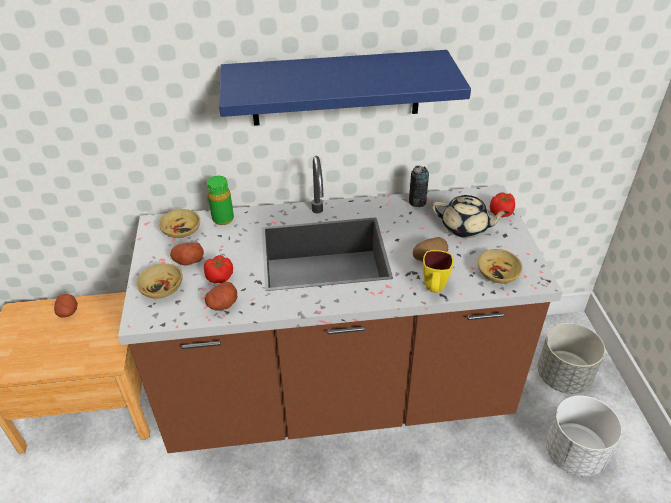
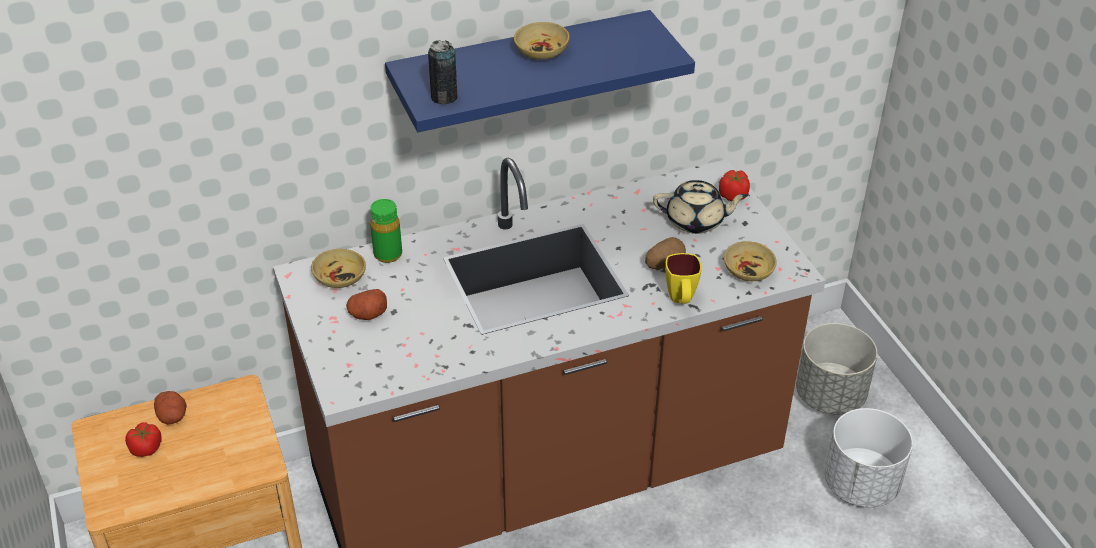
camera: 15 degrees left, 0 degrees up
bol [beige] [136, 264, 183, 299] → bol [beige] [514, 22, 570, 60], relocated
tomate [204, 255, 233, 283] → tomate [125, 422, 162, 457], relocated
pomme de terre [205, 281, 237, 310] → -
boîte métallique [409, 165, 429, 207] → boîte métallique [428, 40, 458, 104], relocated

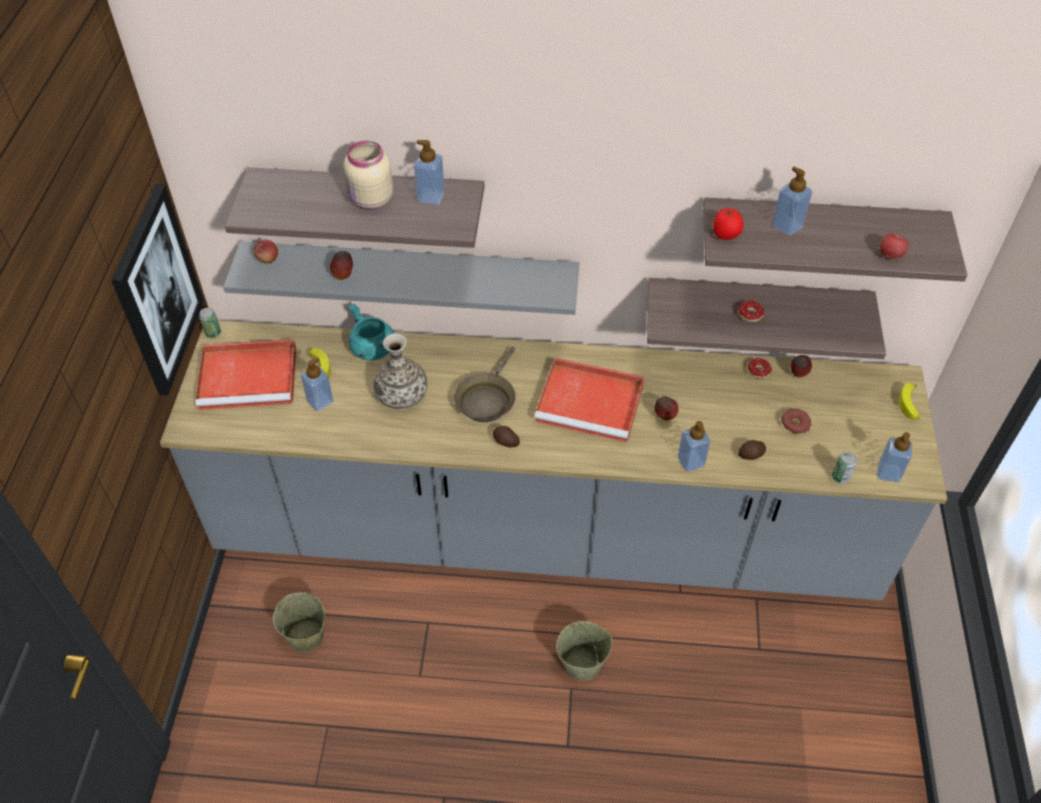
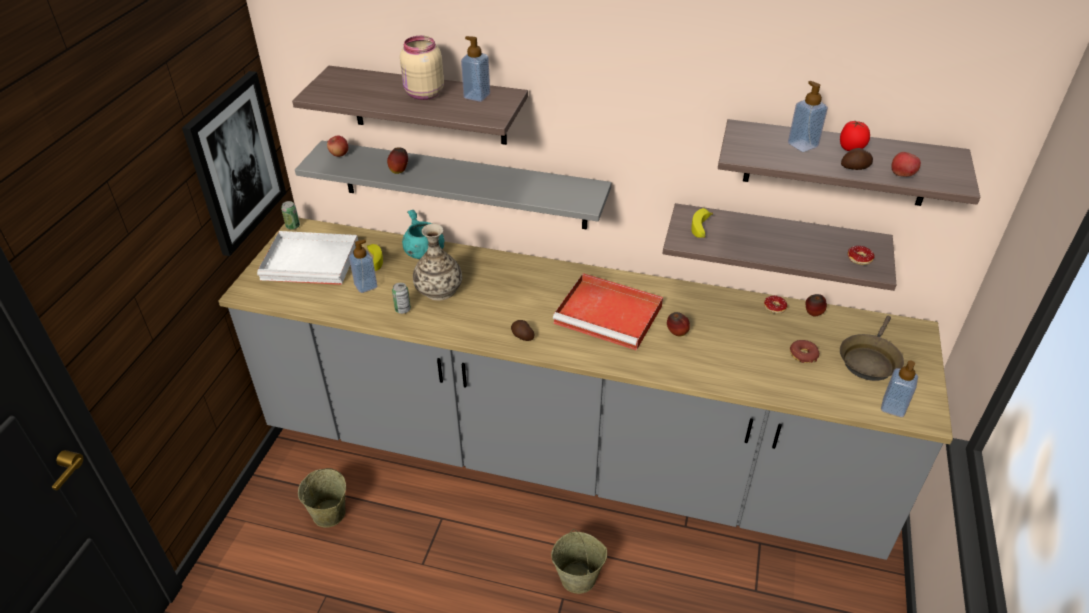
camera: 10 degrees right, 10 degrees down
plateau [rouge] [195, 339, 296, 410] → plateau [blanc] [257, 231, 358, 285]
poêle [marron] [454, 347, 515, 422] → poêle [marron] [840, 316, 904, 381], relocated
distributeur de savon [678, 421, 710, 472] → -
tomate [713, 208, 743, 240] → tomate [840, 121, 870, 151], relocated
beignet [738, 300, 764, 322] → beignet [848, 246, 874, 265], relocated
pomme de terre [738, 440, 766, 460] → pomme de terre [841, 148, 873, 170], relocated
boîte métallique [832, 452, 857, 484] → boîte métallique [392, 283, 411, 314], relocated
banane [899, 383, 920, 420] → banane [691, 208, 713, 238], relocated

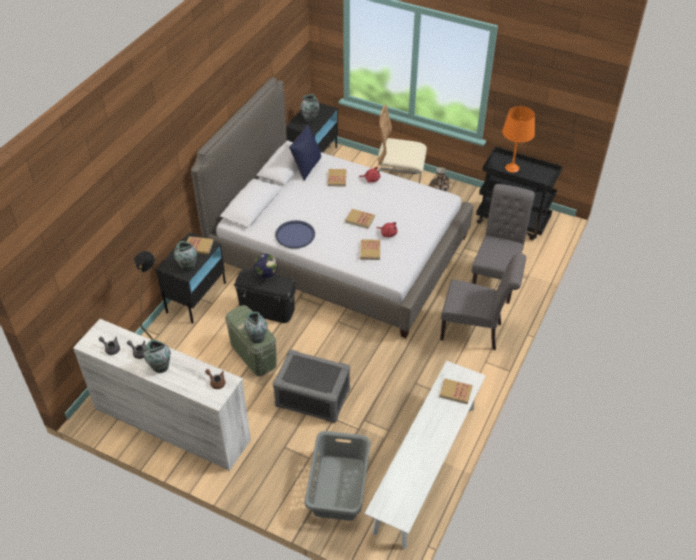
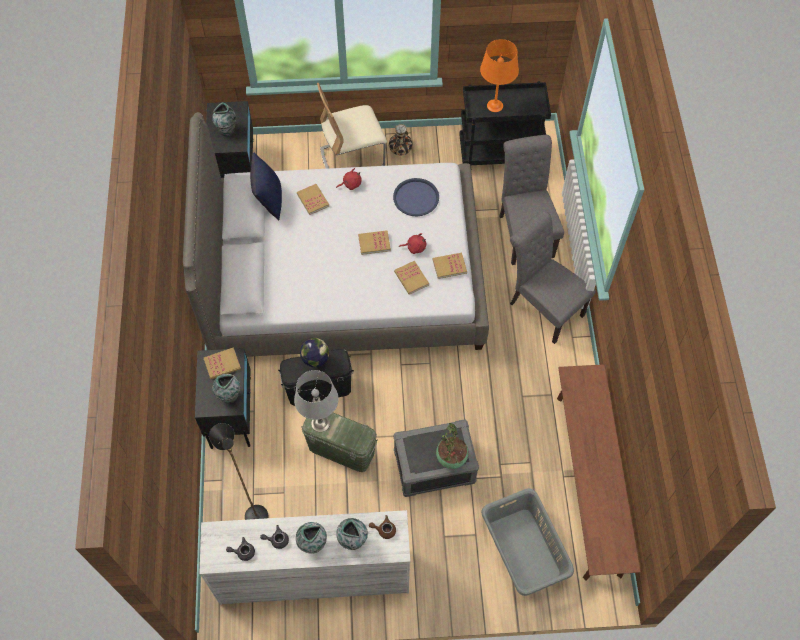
camera: 30 degrees left, 15 degrees up
vase [244, 312, 268, 343] → vase [336, 518, 368, 550], relocated
plateau [bleu] [275, 220, 315, 249] → plateau [bleu] [393, 178, 439, 216], relocated
banc [blanc] [365, 361, 486, 549] → banc [marron] [557, 364, 641, 580]
livre [439, 379, 473, 404] → livre [433, 253, 467, 279], relocated
chaise [gris] [440, 253, 526, 350] → chaise [gris] [510, 210, 596, 344], 120 degrees counterclockwise
- → lampe de table [gris] [294, 370, 339, 432]
- → plante en pot [436, 423, 469, 469]

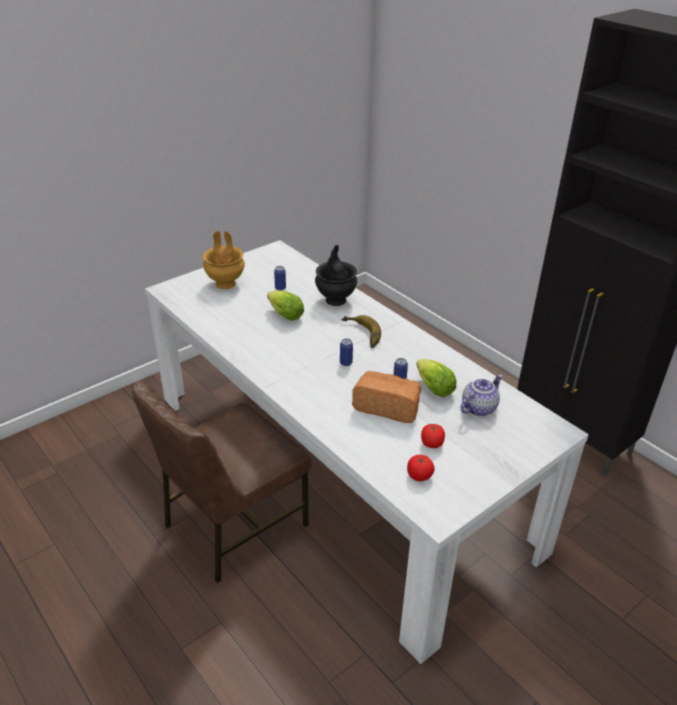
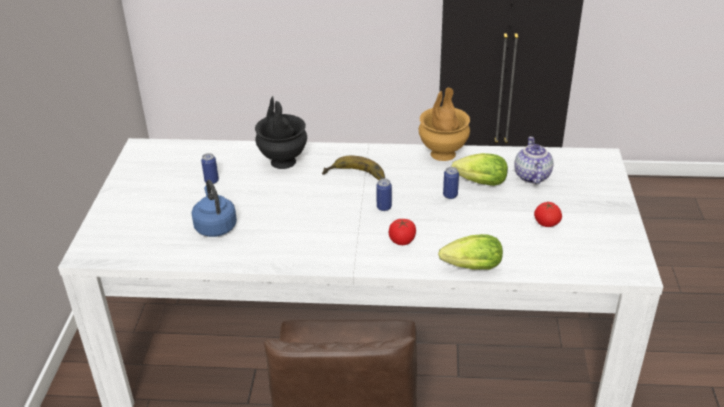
camera: 45 degrees left, 0 degrees up
vase [marron] [203, 231, 245, 289] → vase [marron] [419, 88, 470, 161], relocated
laitue [267, 290, 304, 320] → laitue [438, 234, 503, 270], relocated
pain [352, 371, 421, 423] → -
tomate [407, 455, 435, 481] → tomate [389, 219, 416, 245], relocated
- → bouilloire [bleu] [192, 180, 237, 237]

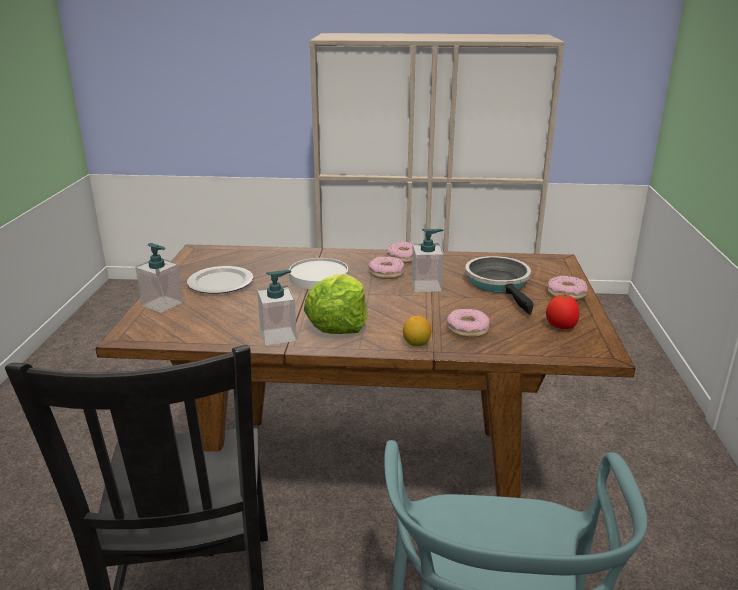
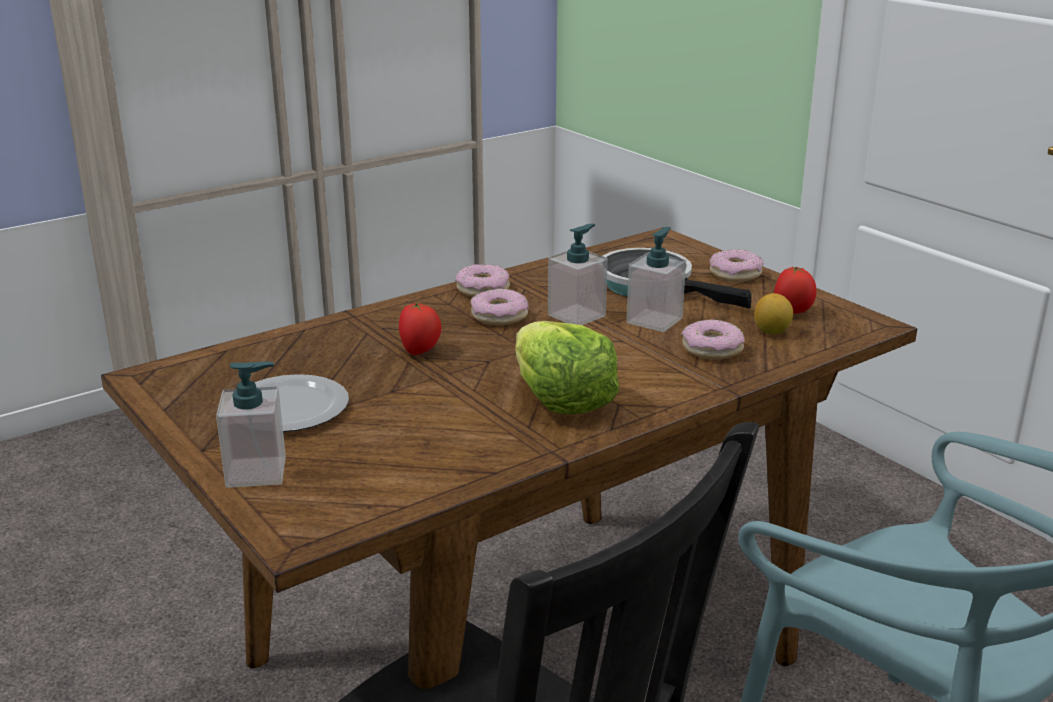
camera: 40 degrees left, 0 degrees up
distributeur de savon [257, 270, 297, 345] → distributeur de savon [626, 227, 686, 332], relocated
assiette [blanc] [289, 258, 348, 289] → tomate [399, 302, 442, 355]
citron [403, 316, 431, 346] → citron [754, 293, 793, 335], relocated

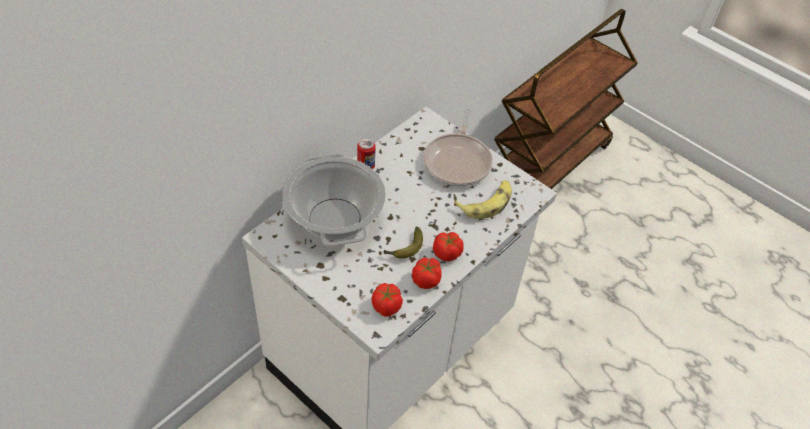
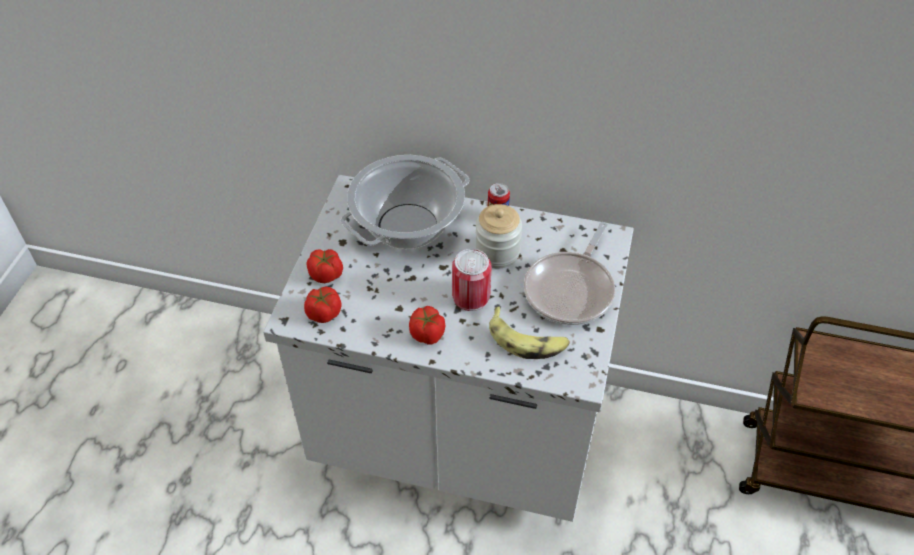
camera: 65 degrees right, 0 degrees up
banane [384, 227, 423, 259] → -
tomate [412, 258, 442, 289] → tomate [307, 249, 343, 283], relocated
poêle [423, 108, 493, 187] → poêle [524, 222, 615, 325], 45 degrees counterclockwise
- → boîte métallique [452, 249, 492, 311]
- → bocal [475, 204, 522, 268]

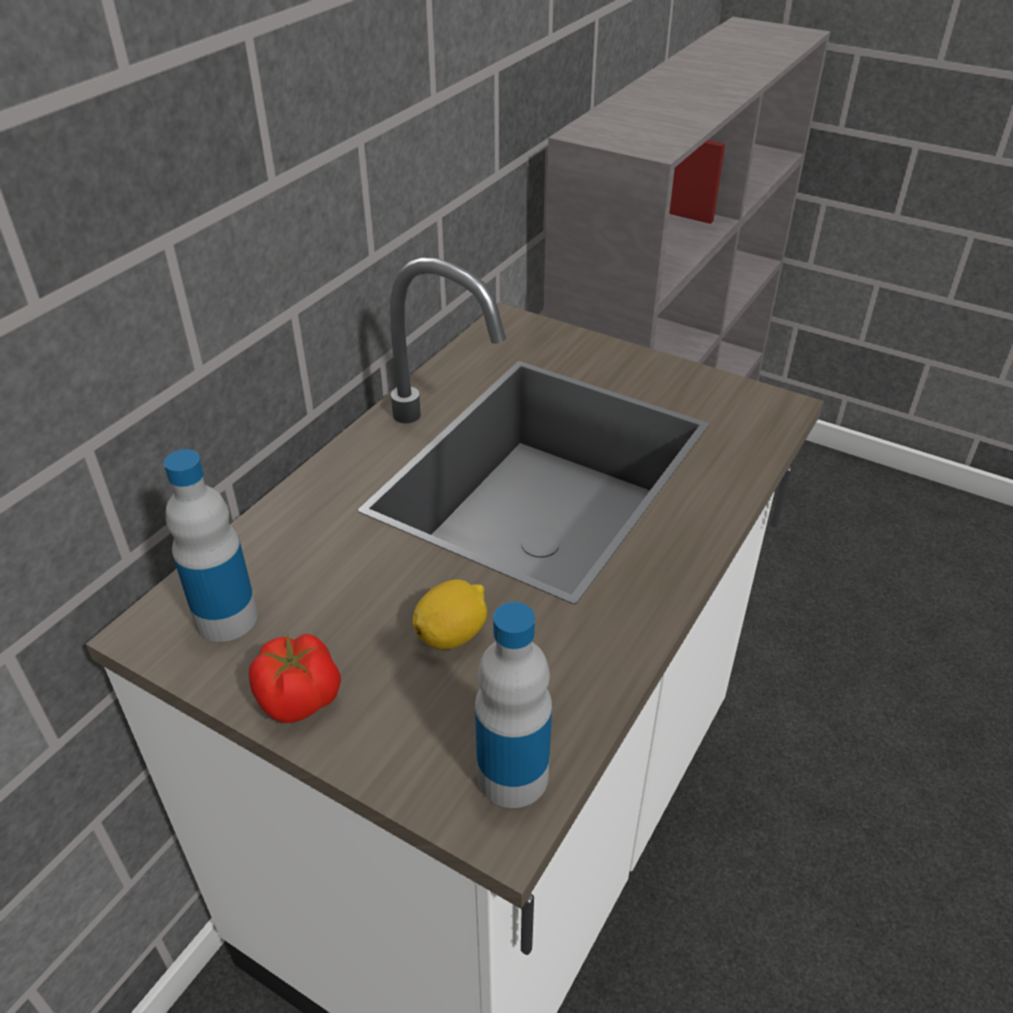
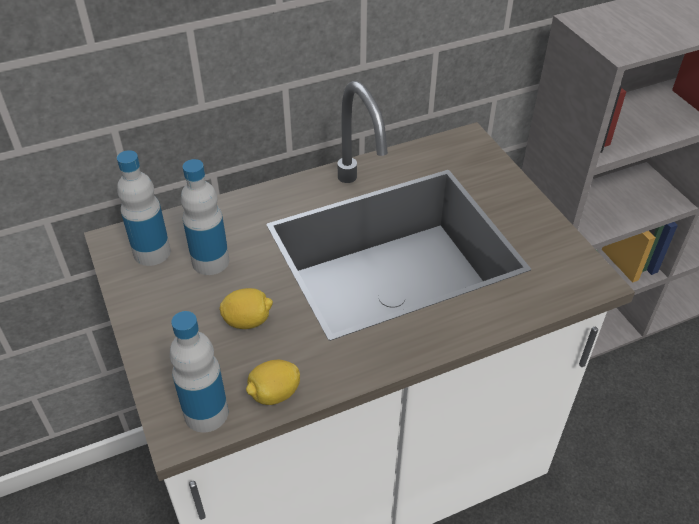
camera: 35 degrees right, 5 degrees up
tomate [248, 634, 341, 723] → -
- → bouteille [181, 159, 229, 275]
- → citron [246, 359, 300, 405]

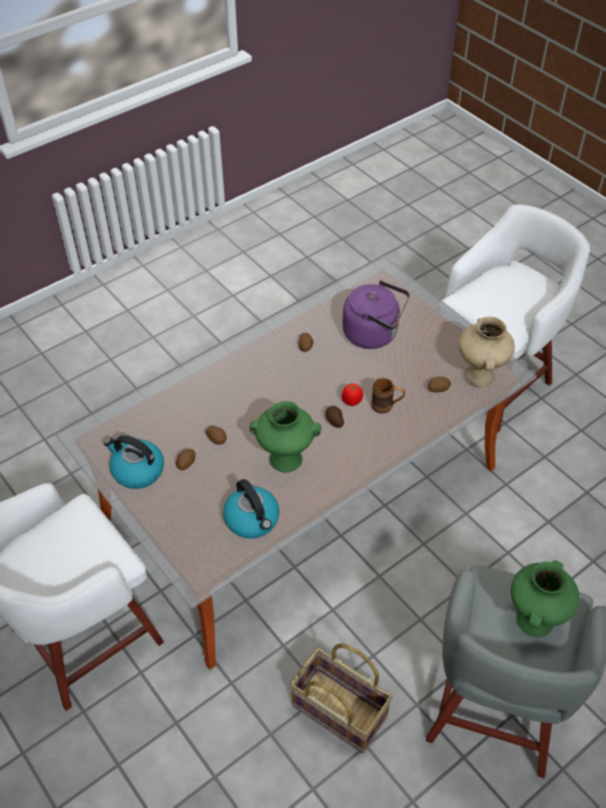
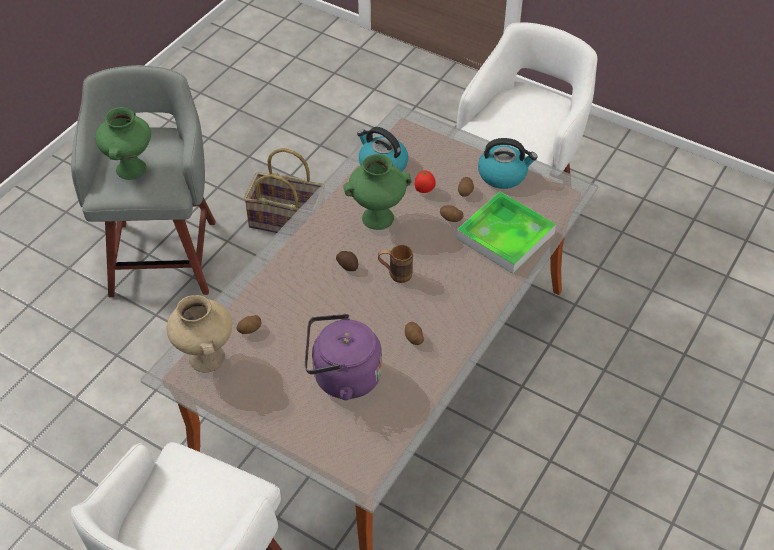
camera: 160 degrees right, 0 degrees up
tomate [342, 383, 363, 406] → tomate [415, 170, 436, 193], relocated
mug [marron] [371, 378, 405, 414] → mug [marron] [378, 245, 413, 283], relocated
- → plateau [456, 191, 556, 274]

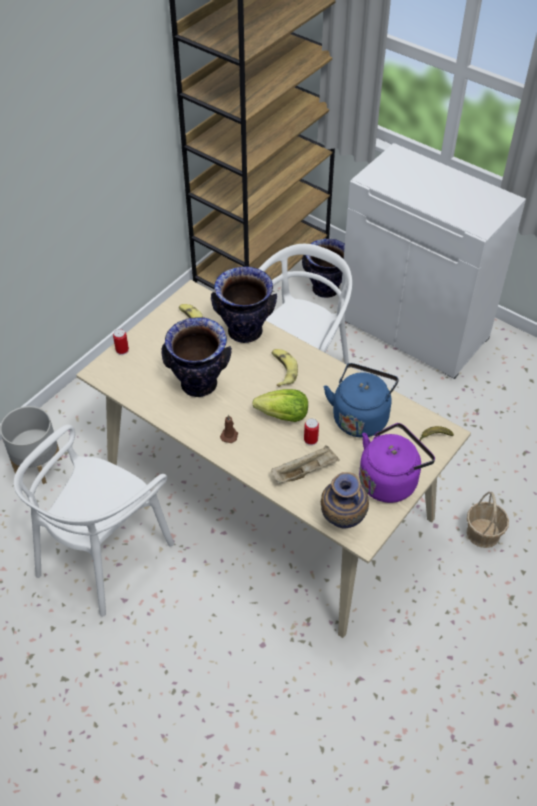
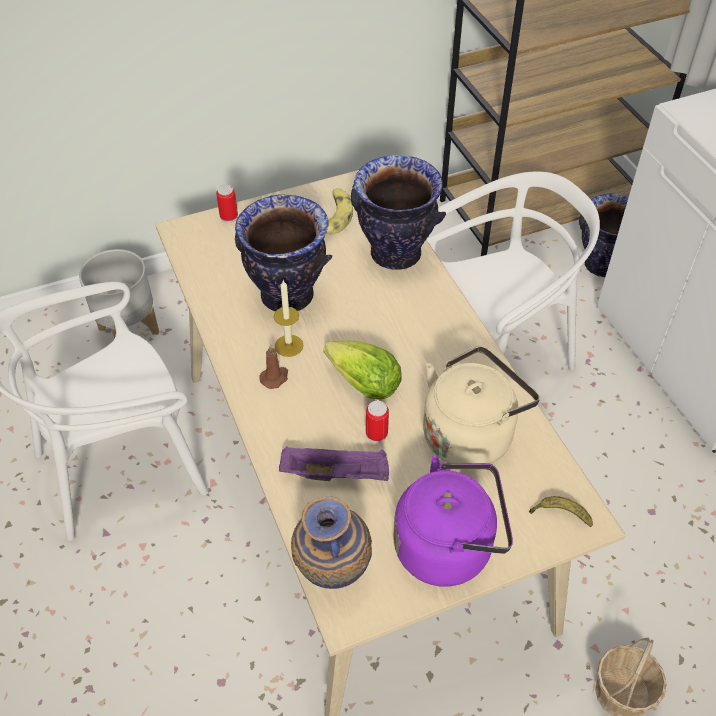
camera: 30 degrees right, 0 degrees up
plateau [beige] [271, 445, 340, 484] → plateau [violet] [279, 446, 389, 481]
banane [272, 349, 298, 387] → -
bouilloire [bleu] [324, 363, 399, 438] → bouilloire [beige] [423, 346, 540, 464]
- → bougie [274, 280, 304, 357]

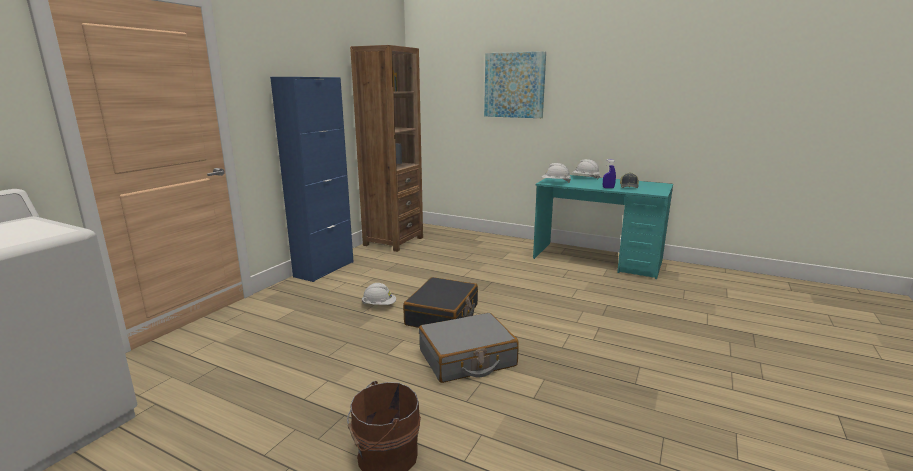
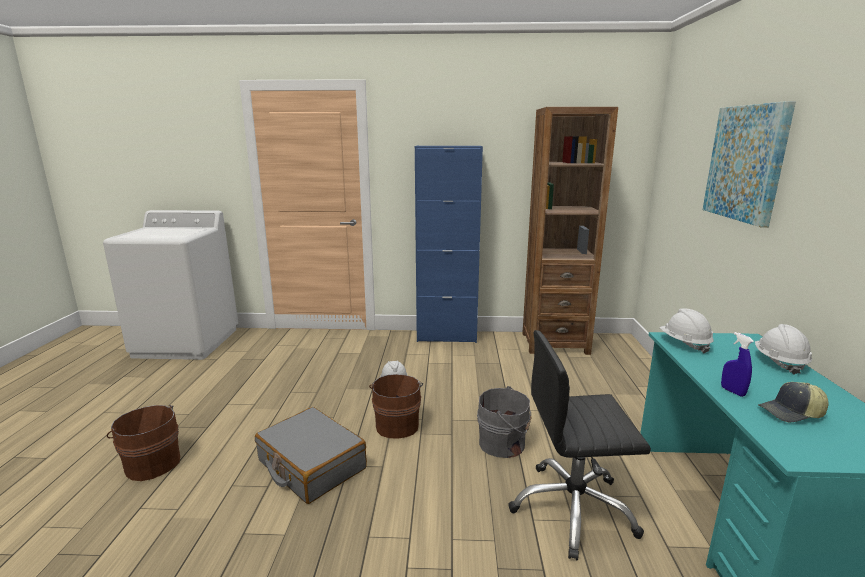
camera: 65 degrees right, 0 degrees up
valise [noir] [403, 277, 478, 328] → seau [marron] [369, 374, 423, 439]
- → seau [gris] [477, 386, 532, 458]
- → chaise de bureau [noir] [508, 330, 651, 561]

